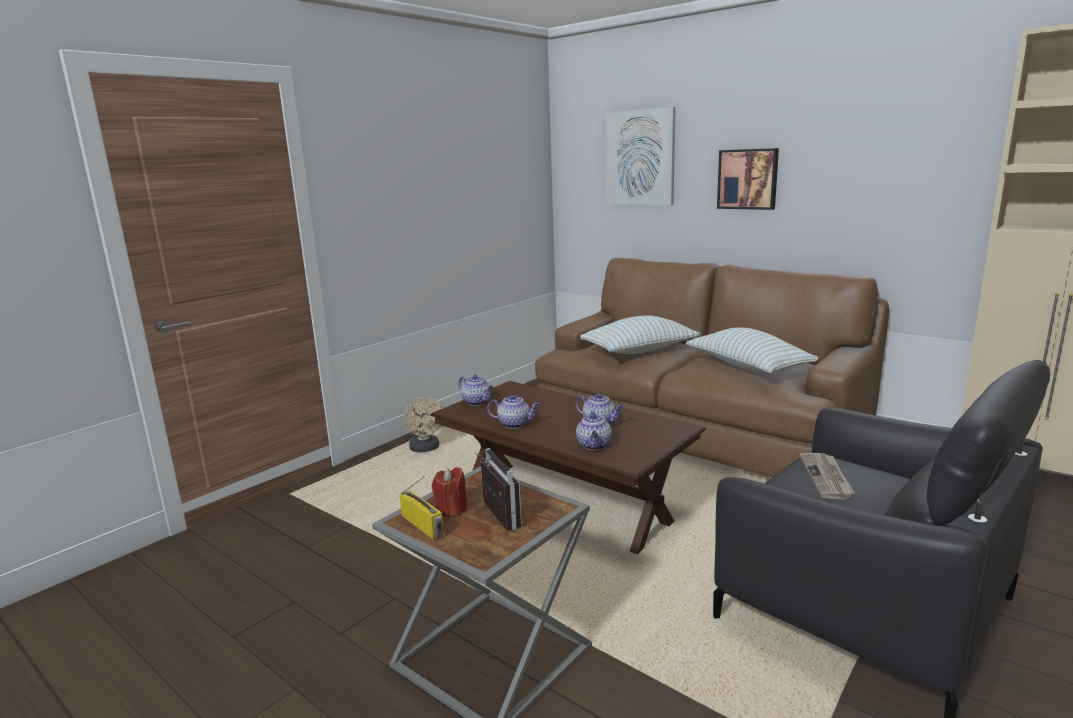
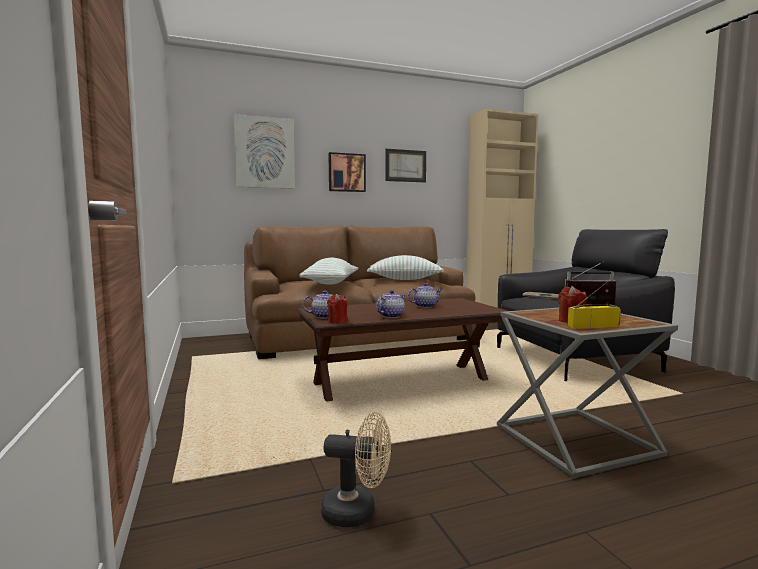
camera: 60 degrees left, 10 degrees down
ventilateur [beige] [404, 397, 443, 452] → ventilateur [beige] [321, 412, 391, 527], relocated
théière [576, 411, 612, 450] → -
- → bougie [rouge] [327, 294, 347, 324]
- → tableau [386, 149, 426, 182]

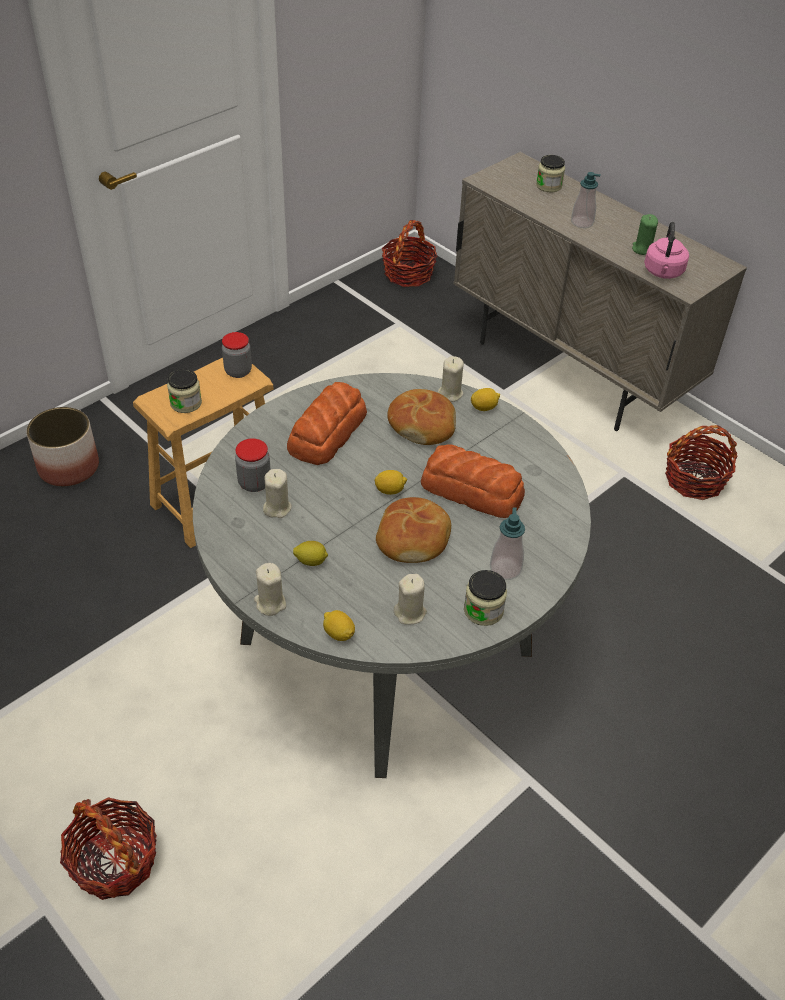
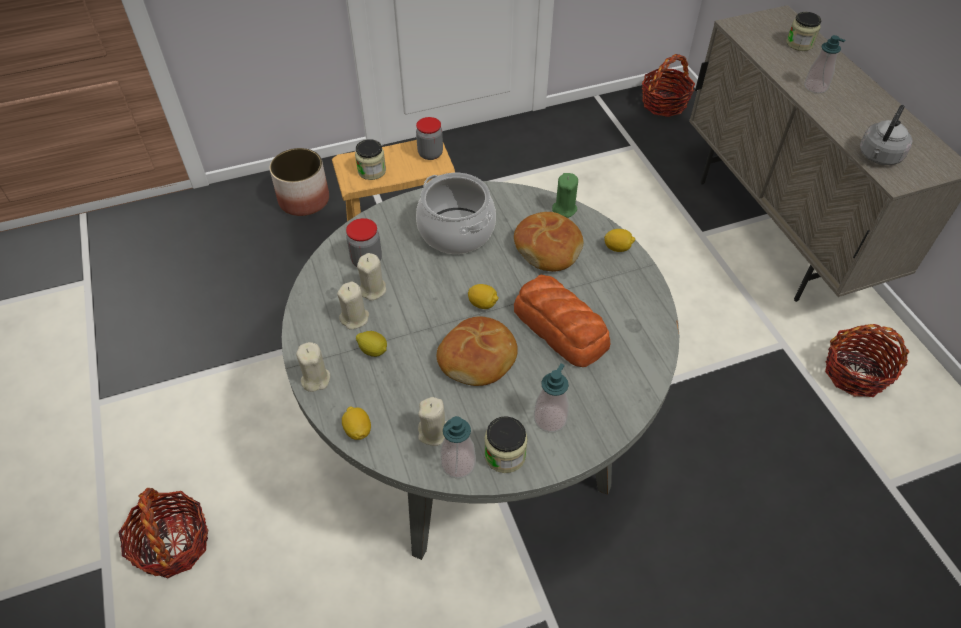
camera: 25 degrees right, 5 degrees up
pain [287, 382, 367, 465] → marmite [416, 173, 496, 254]
bougie [beige] [438, 356, 464, 402] → bougie [beige] [337, 282, 369, 330], relocated
bougie [vert] [632, 214, 658, 255] → bougie [vert] [552, 173, 578, 218], relocated
bouilloire [rose] [644, 222, 689, 279] → bouilloire [gris] [860, 105, 913, 165]
- → distributeur de savon [440, 416, 476, 479]

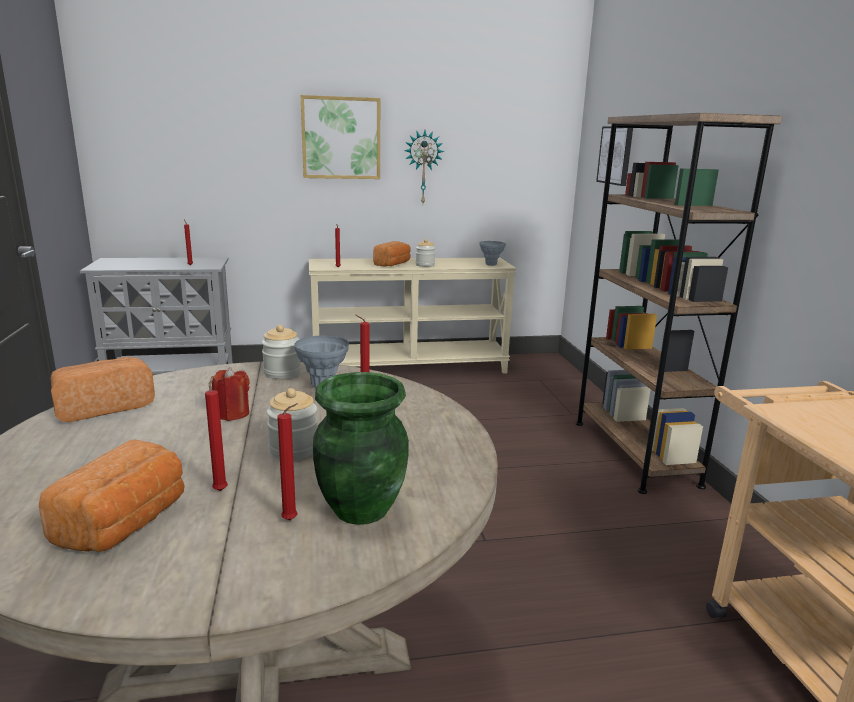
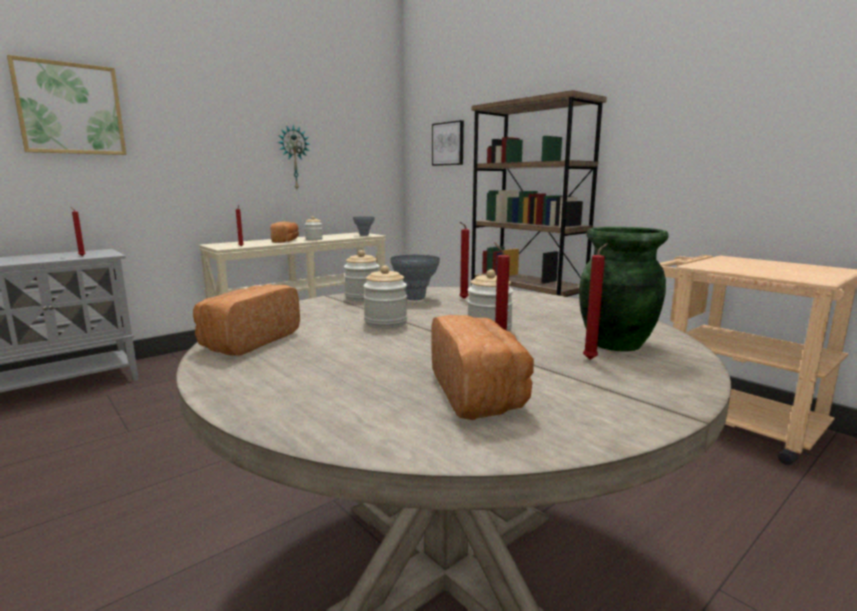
camera: 30 degrees left, 5 degrees down
bougie [rouge] [212, 367, 250, 421] → bocal [363, 266, 407, 328]
tableau [301, 95, 380, 179] → tableau [7, 55, 127, 155], relocated

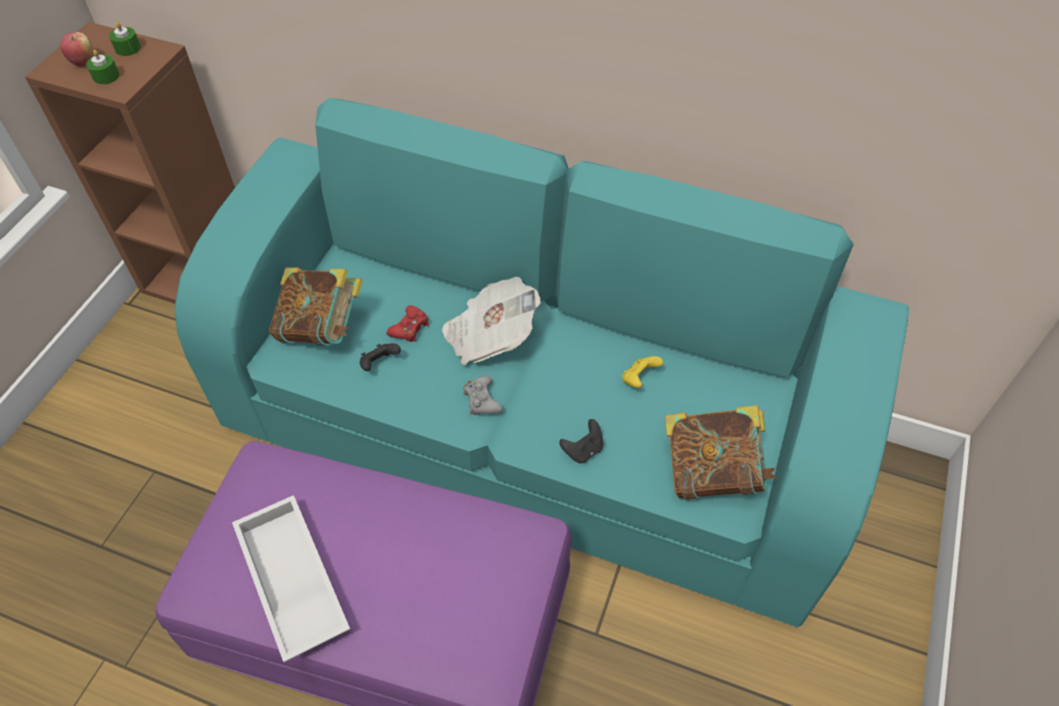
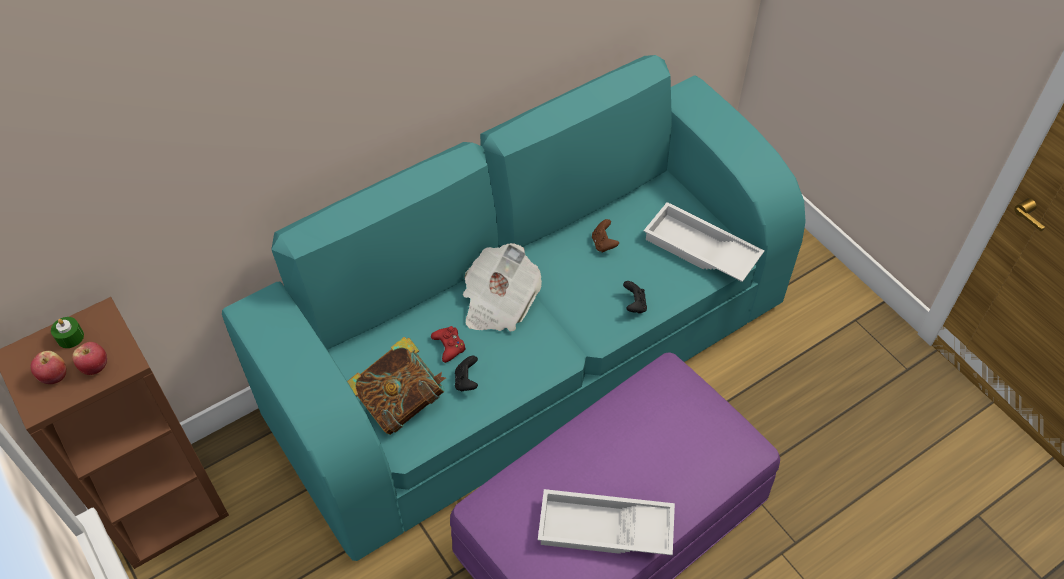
camera: 55 degrees left, 0 degrees up
bougie [vert] [86, 50, 119, 85] → pomme [72, 342, 107, 375]
manette [gris] [463, 376, 503, 415] → -
manette [jaune] [622, 356, 663, 388] → manette [marron] [592, 219, 619, 253]
livre [665, 405, 776, 500] → plateau [blanc] [644, 202, 765, 282]

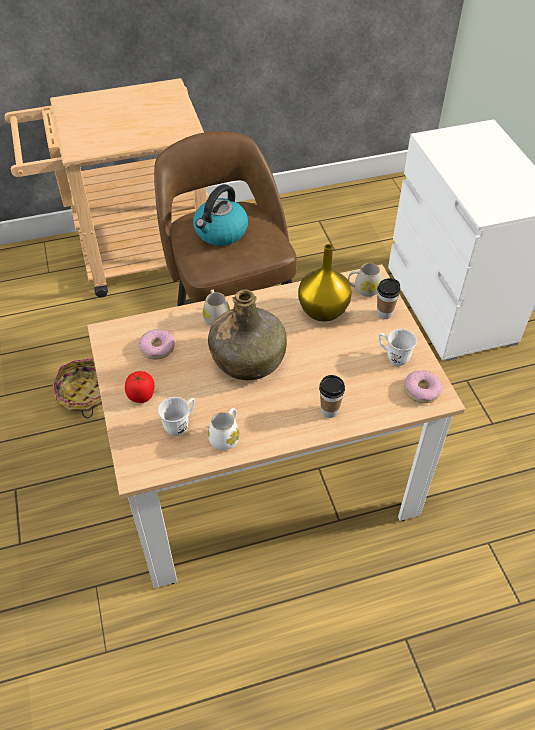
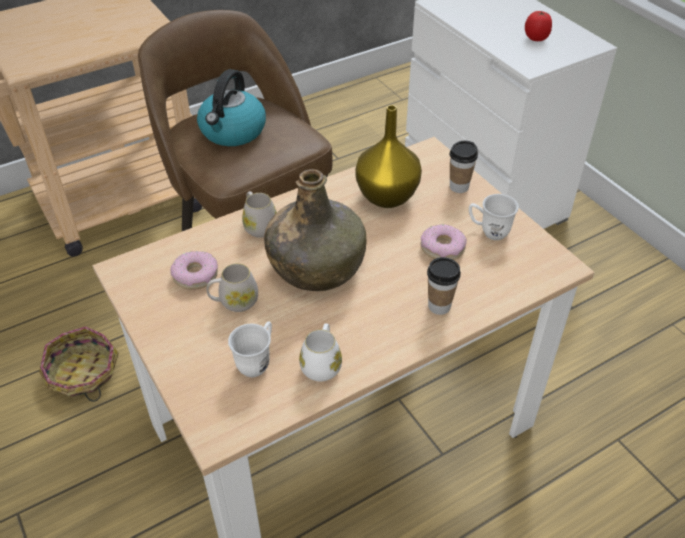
camera: 15 degrees left, 5 degrees down
tomate [125, 371, 154, 403] → tomate [525, 11, 552, 41], relocated
mug [blanc] [348, 263, 382, 297] → mug [blanc] [207, 263, 258, 312], relocated
beignet [404, 370, 443, 403] → beignet [420, 224, 467, 260], relocated

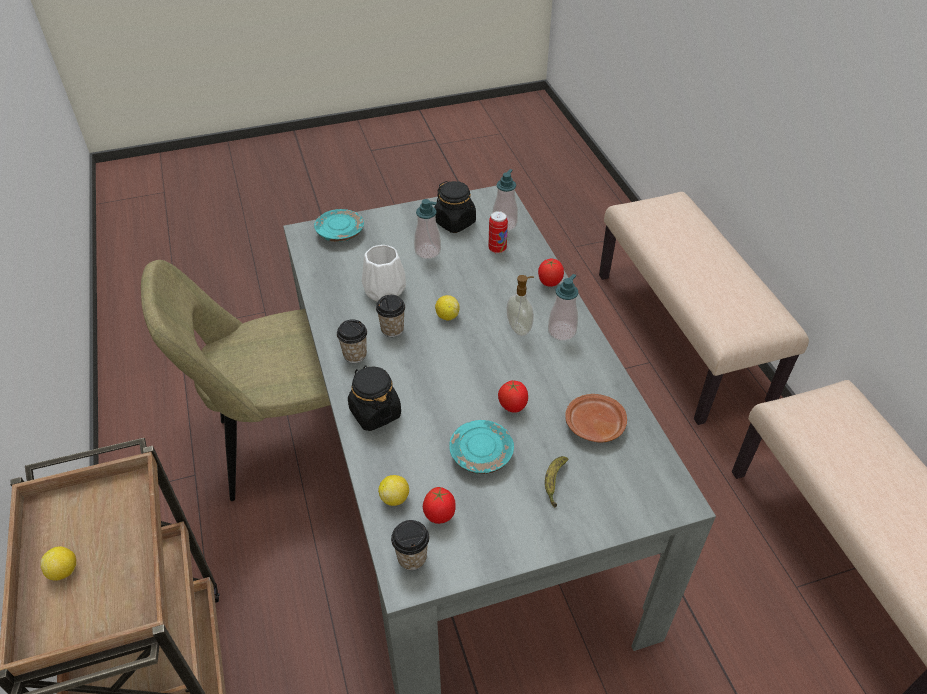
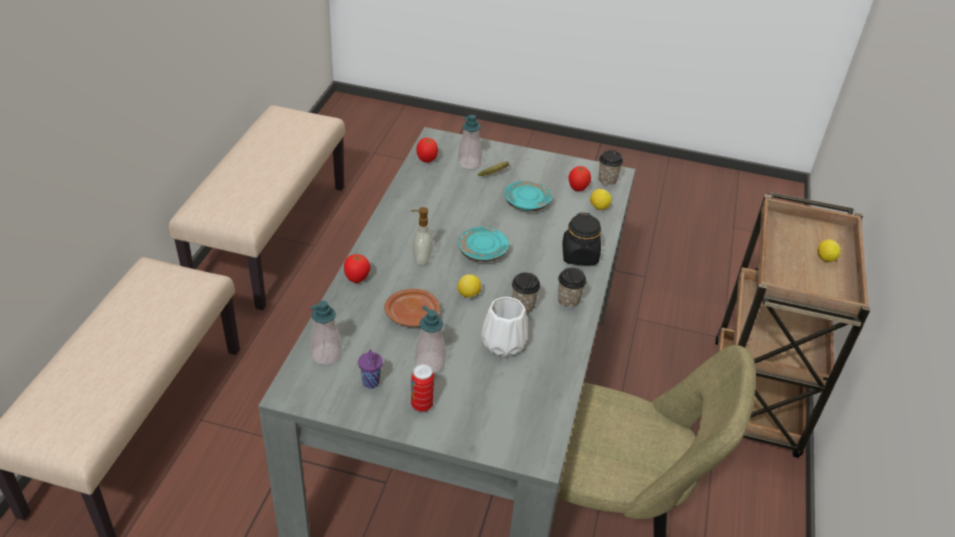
camera: 150 degrees left, 5 degrees down
assiette [turquoise] [314, 209, 364, 242] → assiette [turquoise] [458, 227, 509, 262], relocated
bocal [noir] [434, 181, 476, 233] → tasse [violet] [358, 350, 383, 389]
boîte métallique [488, 211, 508, 254] → boîte métallique [411, 364, 434, 412], relocated
tomate [498, 380, 528, 413] → tomate [416, 138, 438, 163], relocated
distributeur de savon [548, 274, 578, 341] → distributeur de savon [458, 115, 482, 169], relocated
assiette [marron] [565, 394, 627, 442] → assiette [marron] [385, 289, 440, 326], relocated

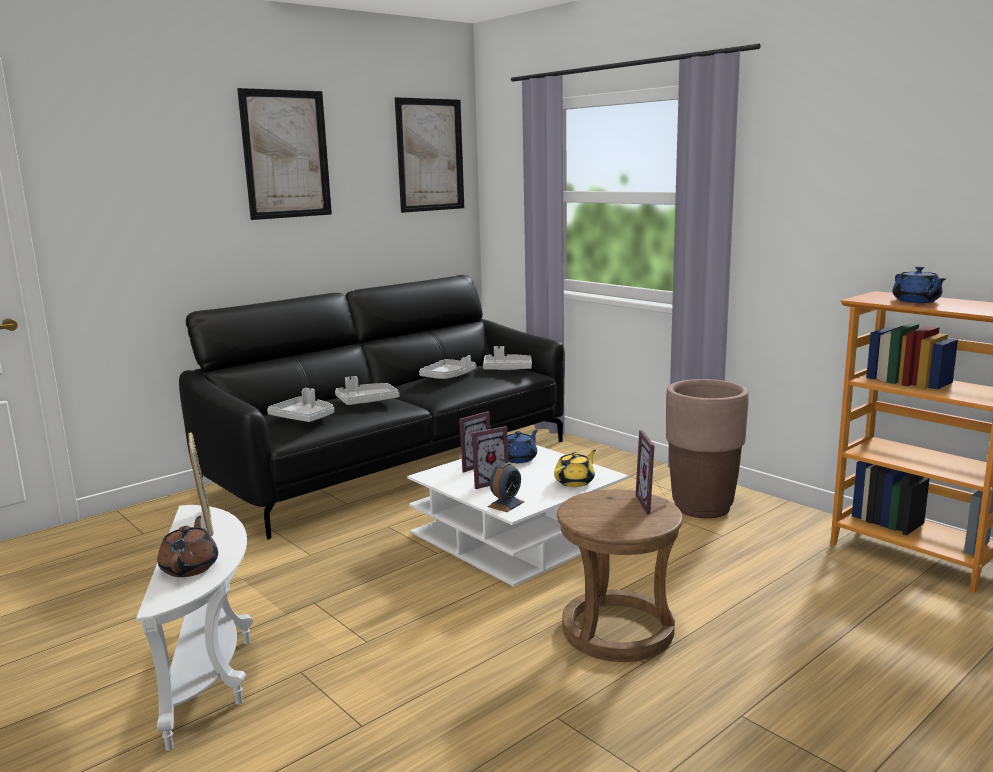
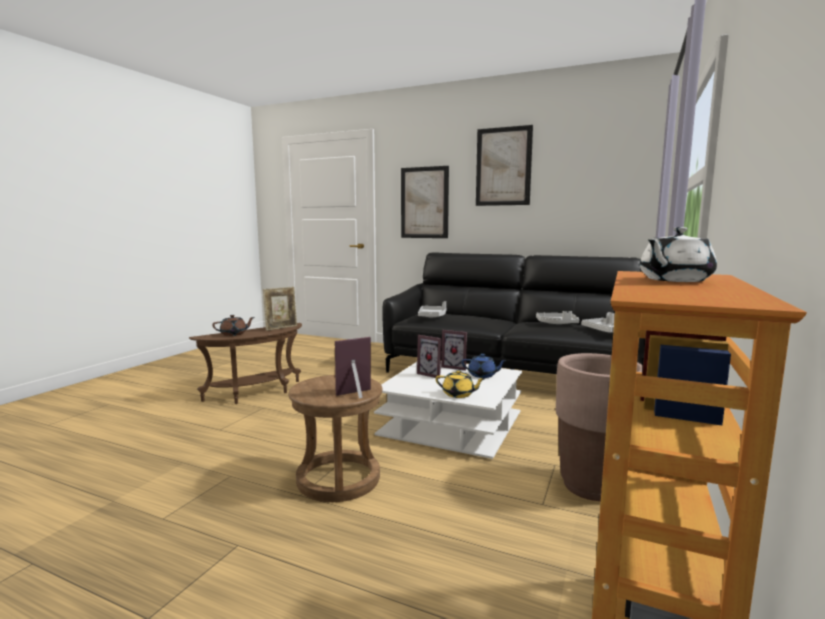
camera: 65 degrees right, 5 degrees down
table d'appoint [blanc] [136, 505, 253, 751] → table d'appoint [marron] [189, 323, 302, 404]
plateau [gris] [335, 376, 399, 405] → -
tableau [395, 97, 464, 213] → tableau [401, 166, 449, 238], relocated
réveil [488, 463, 524, 512] → -
théière [bleu] [893, 266, 946, 303] → théière [blanc] [640, 227, 717, 282]

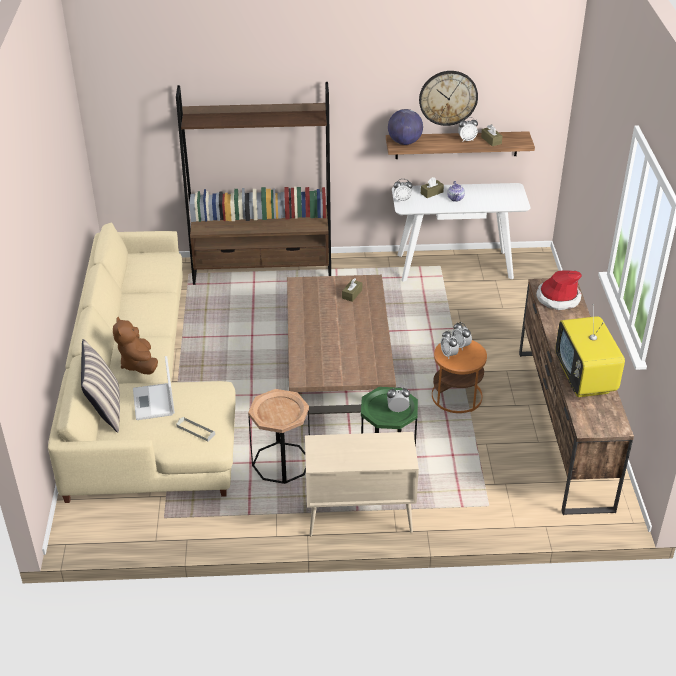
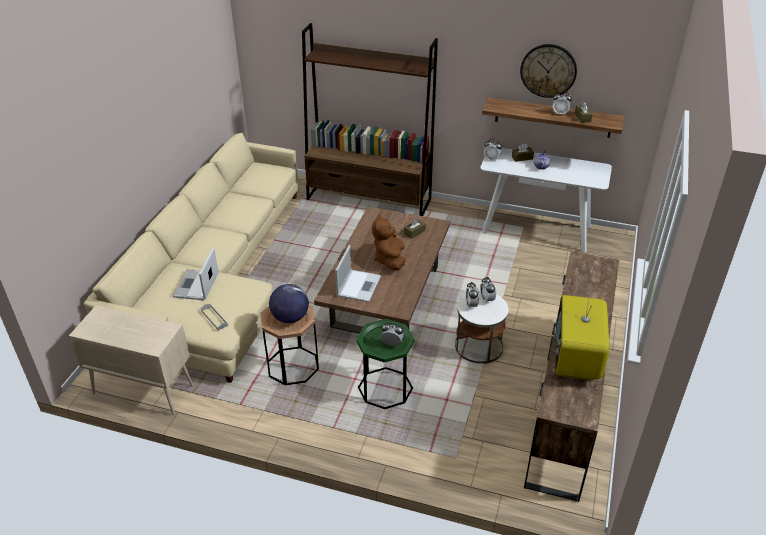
camera: 20 degrees right, 0 degrees up
coussin [81, 339, 120, 433] → -
peluche [marron] [113, 317, 158, 375] → peluche [marron] [372, 214, 405, 270], relocated
meuble de rangement [beige] [305, 432, 419, 536] → meuble de rangement [beige] [69, 305, 194, 415], relocated
globe [388, 109, 423, 145] → globe [269, 284, 309, 323], relocated
table d'appoint [orange] [432, 340, 487, 413] → table d'appoint [blanc] [455, 291, 509, 364]
chapeau [536, 270, 582, 310] → -
- → ordinateur portable [335, 245, 381, 302]

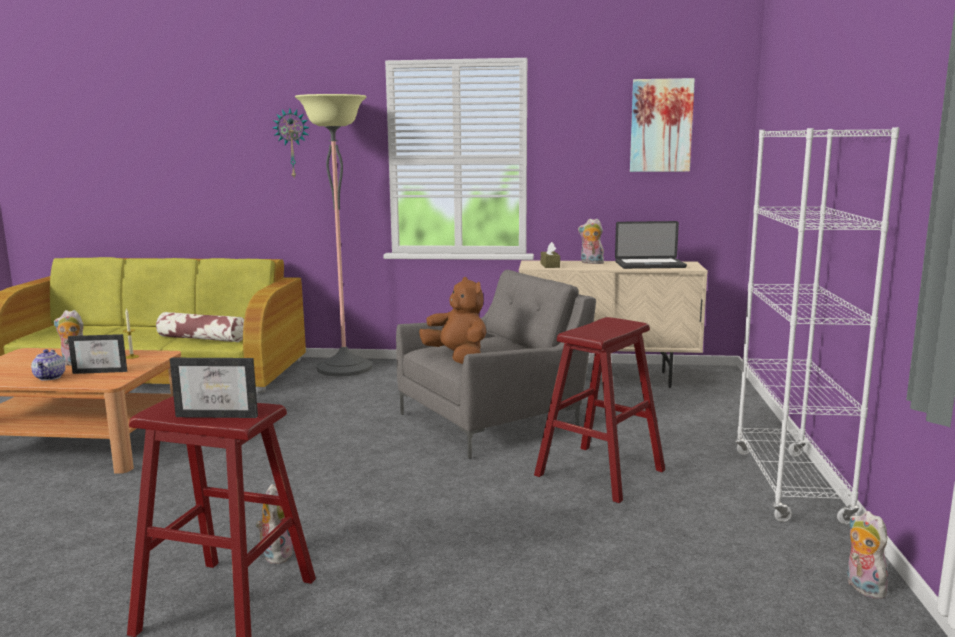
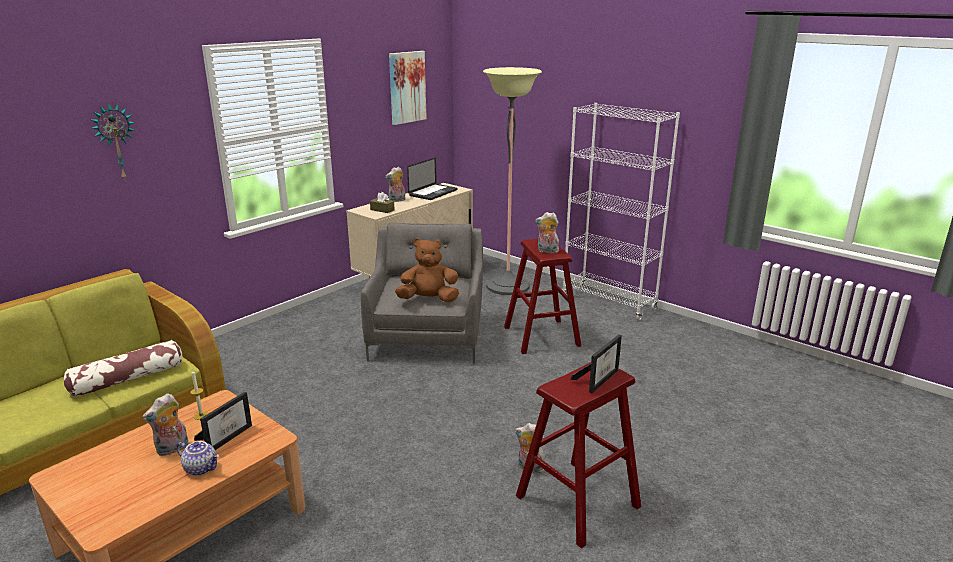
camera: 55 degrees left, 10 degrees up
lampadaire [295, 94, 372, 377] → lampadaire [483, 67, 542, 295], relocated
peluche [847, 511, 888, 599] → peluche [535, 212, 559, 253], relocated

